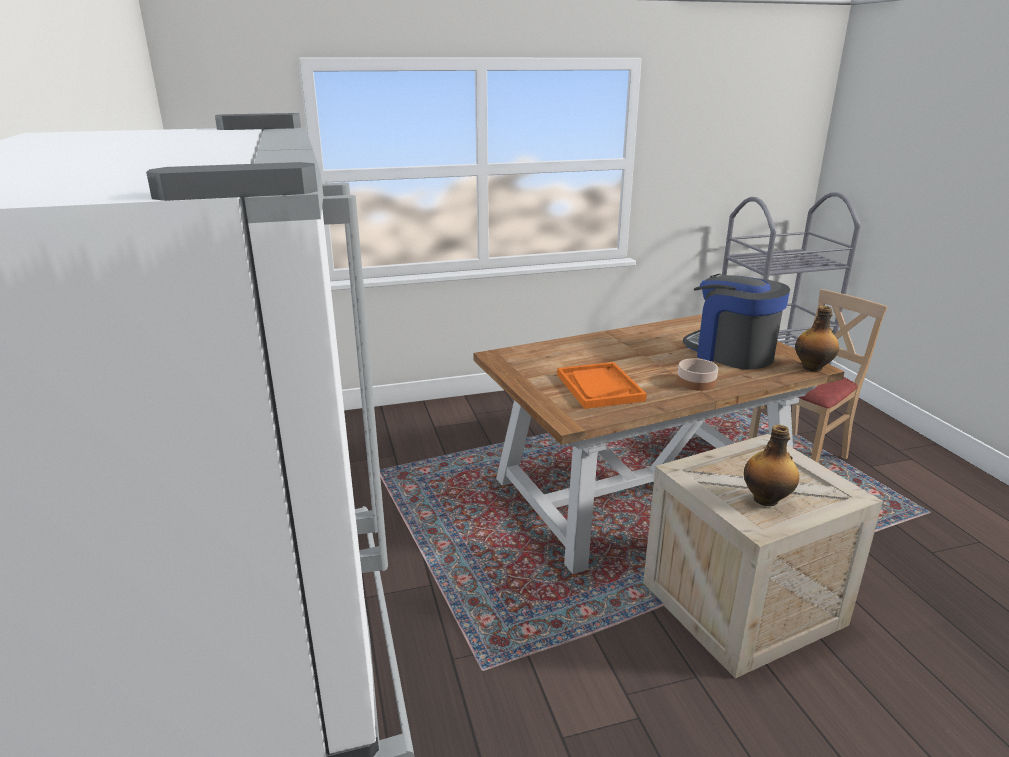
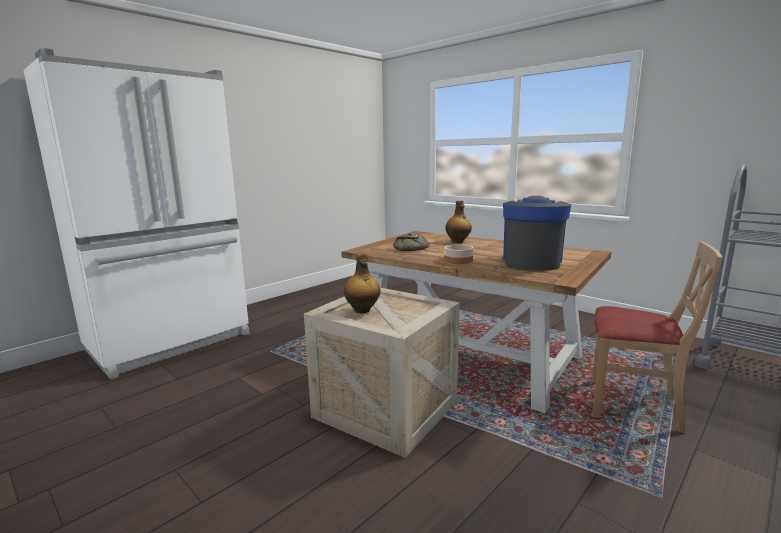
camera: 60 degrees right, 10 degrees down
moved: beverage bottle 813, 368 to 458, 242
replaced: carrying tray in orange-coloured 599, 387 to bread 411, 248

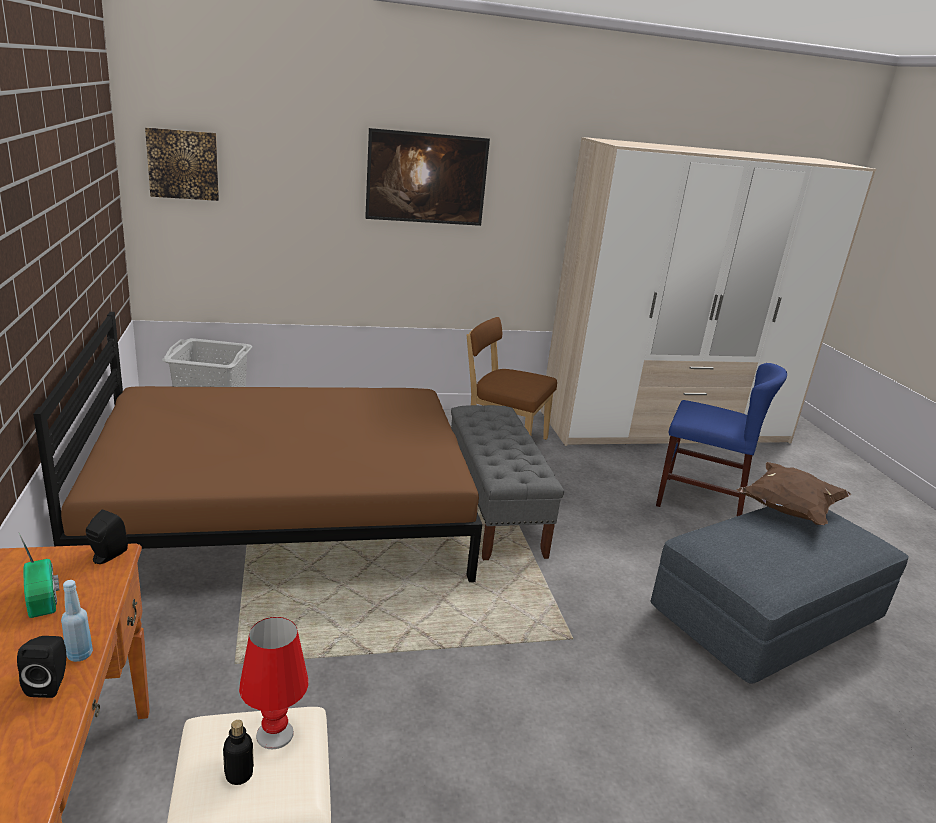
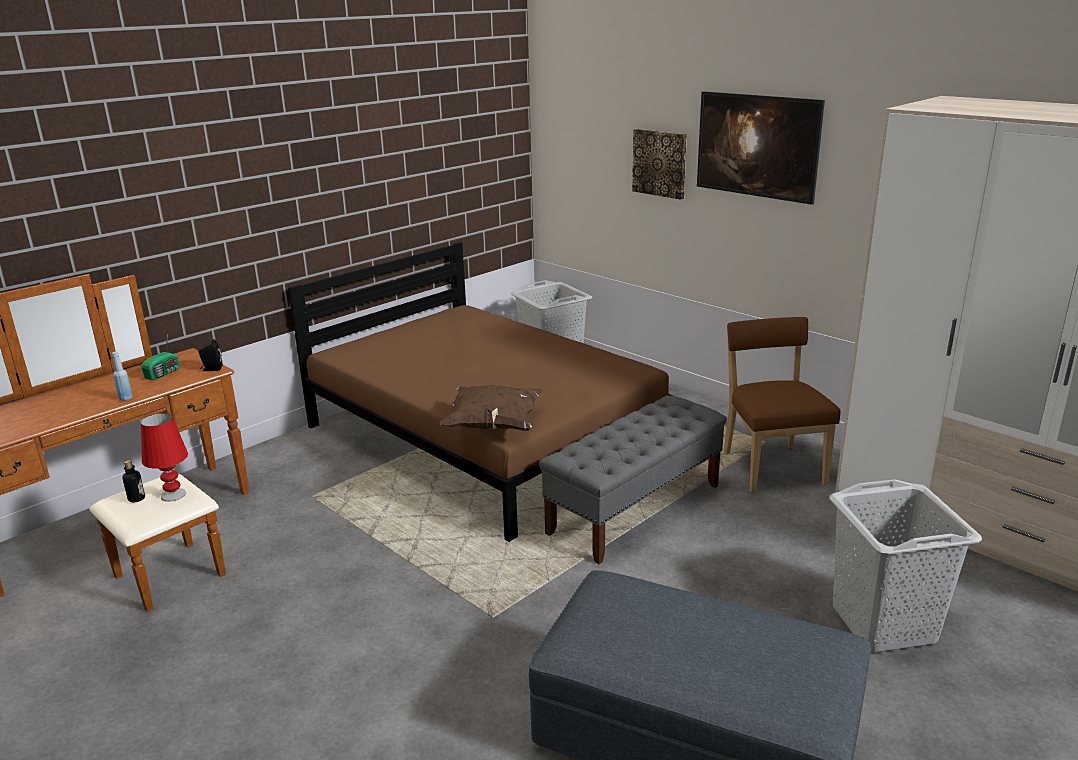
camera: 60 degrees right, 0 degrees up
removed: audio speaker in blackish 50, 683
moved: cushion in brown-coloured 788, 510 to 493, 425; picture 183, 164 to 660, 163
replaced: upright chair in blue-coloured 700, 502 to laundry basket in grey 883, 624

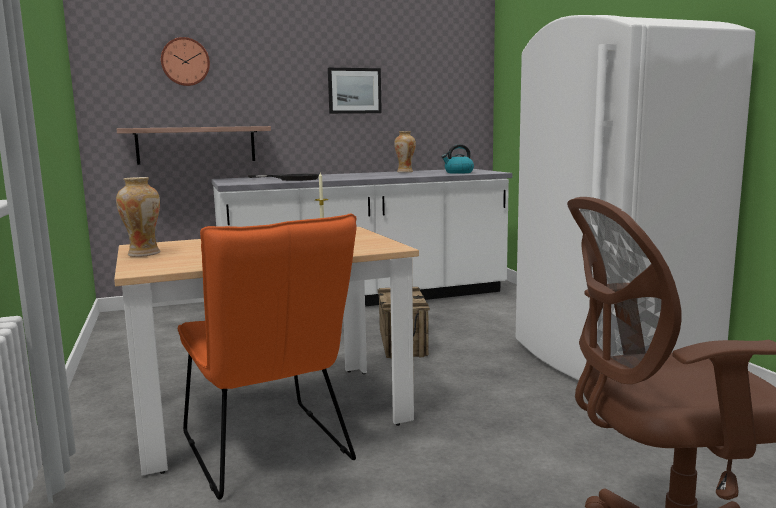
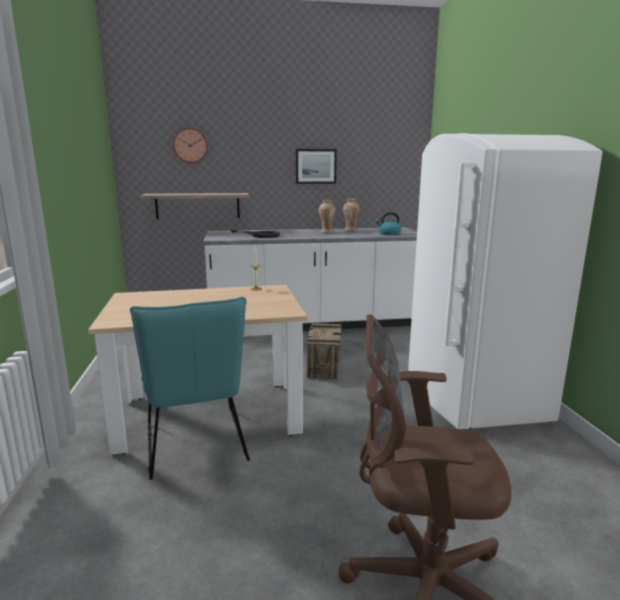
camera: 10 degrees right, 5 degrees up
moved: decorative vase 143, 254 to 326, 232
recoloured: upright chair in orange-coloured 269, 453 to upright chair in turquoise 196, 447

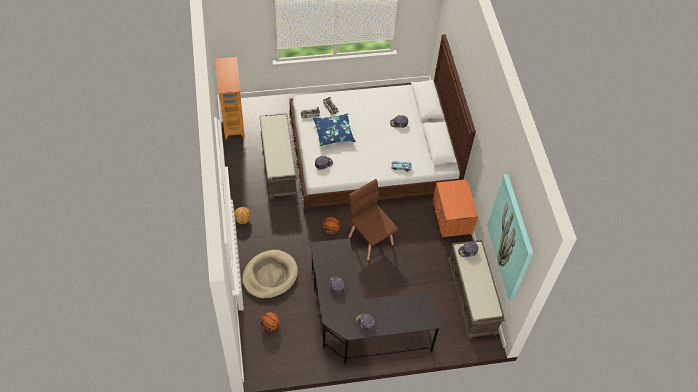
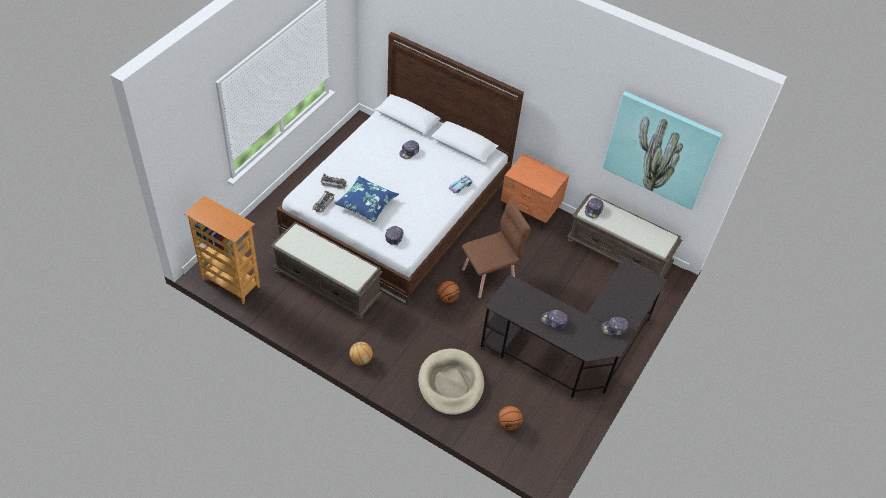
camera: 50 degrees left, 5 degrees down
turned: upright chair in brown-coloured 370, 239 = 489, 277 150 degrees clockwise

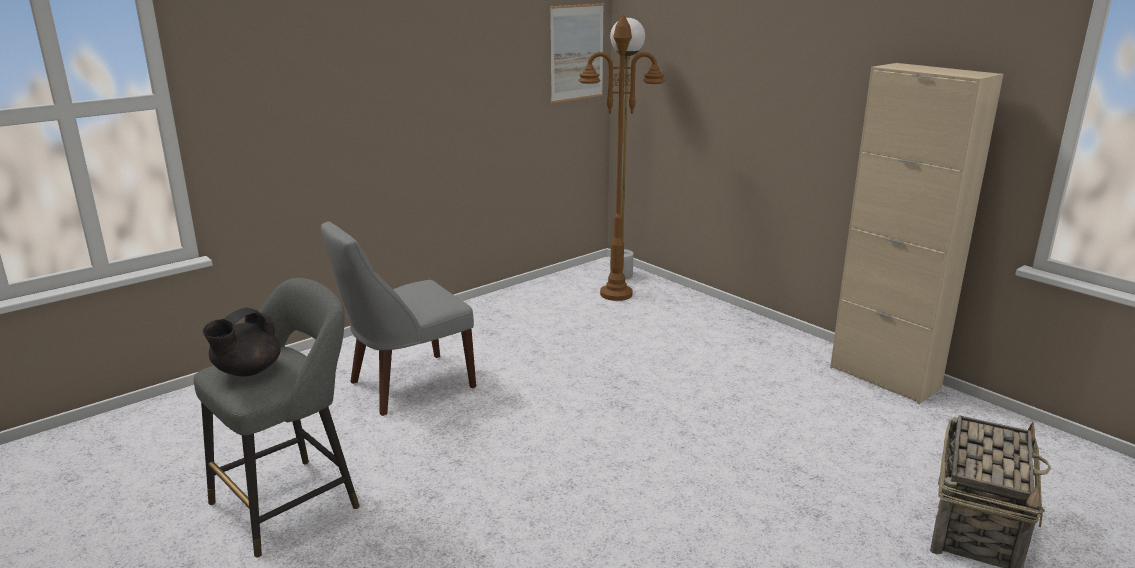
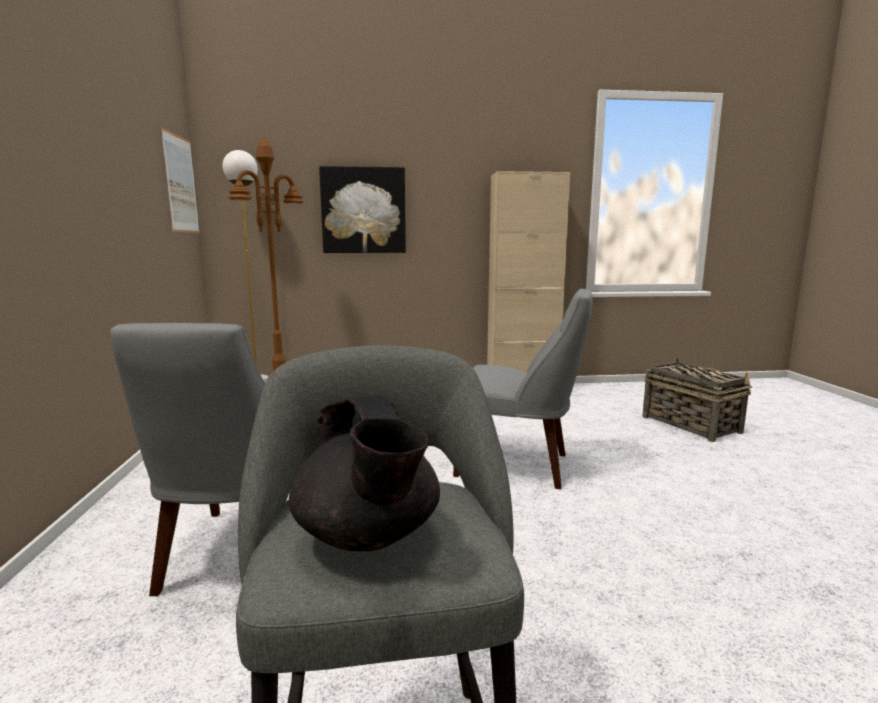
camera: 55 degrees left, 10 degrees down
added: picture 363, 210; upright chair in grey 518, 465

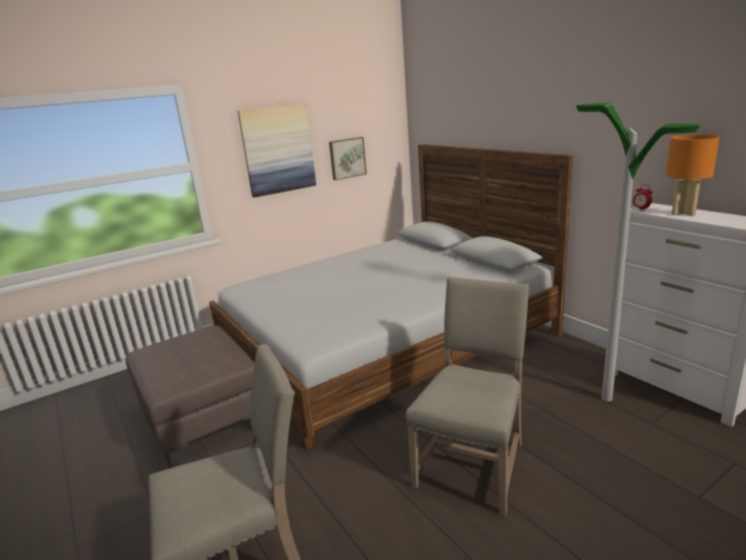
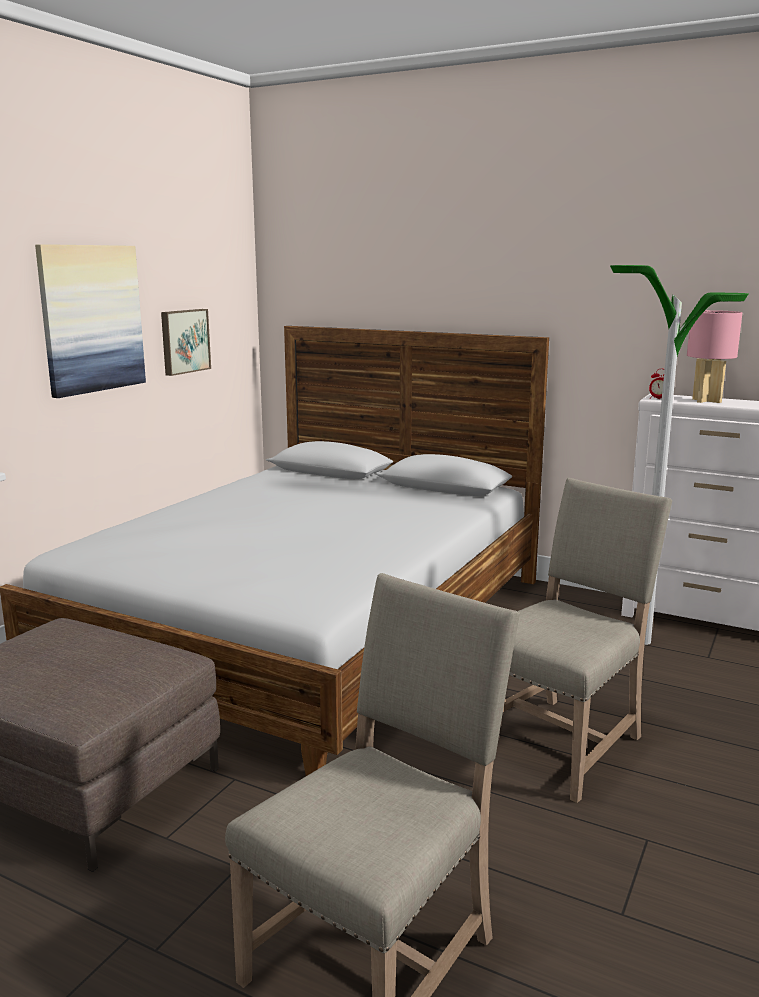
camera: 30 degrees left, 5 degrees down
recoloured: table lamp in orange-coloured 684, 213 to table lamp in pink-coloured 707, 401
turned: upright chair in beige 473, 463 = 561, 742 45 degrees clockwise

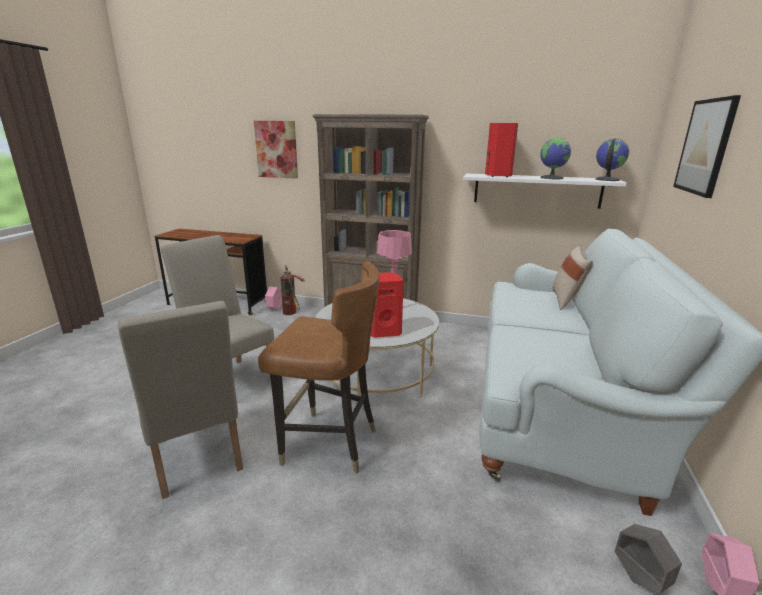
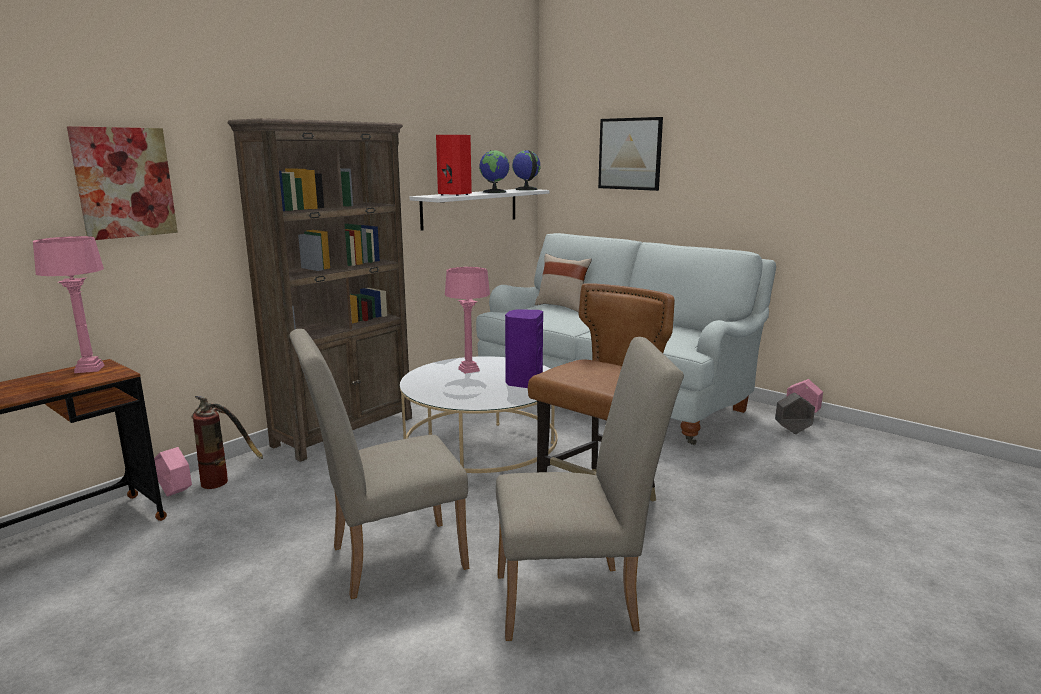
camera: 65 degrees left, 5 degrees down
added: table lamp in pink-coloured 89, 369
recoloured: audio speaker in red 384, 332 to audio speaker in purple 523, 382

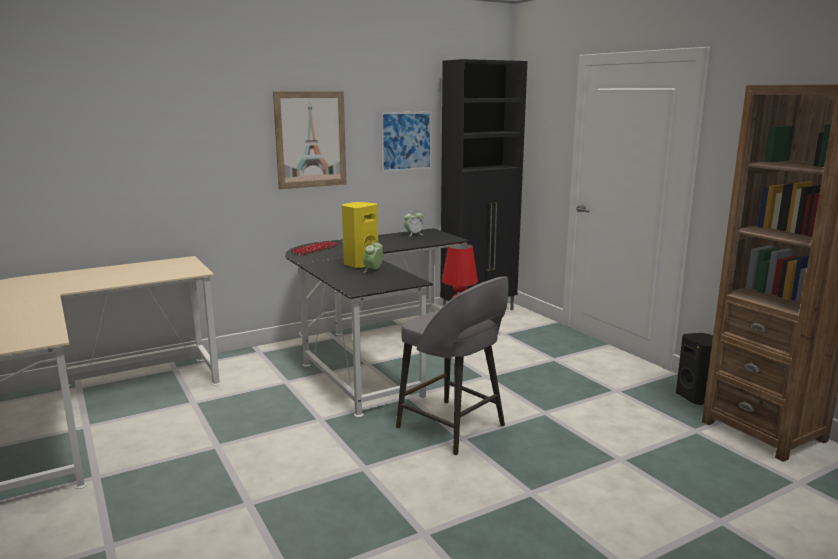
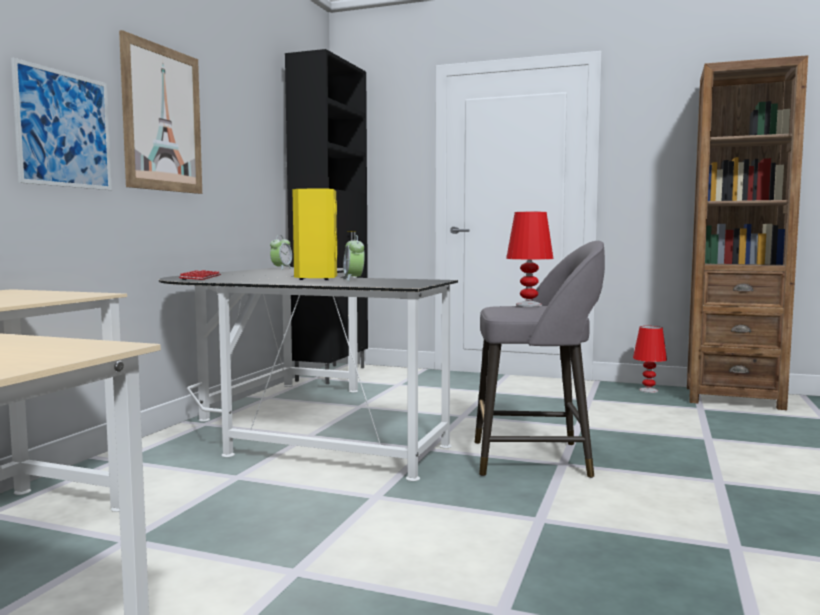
camera: 40 degrees left, 10 degrees down
moved: picture 406, 141 to 64, 129
replaced: audio speaker in blackish 696, 397 to table lamp in red 648, 390

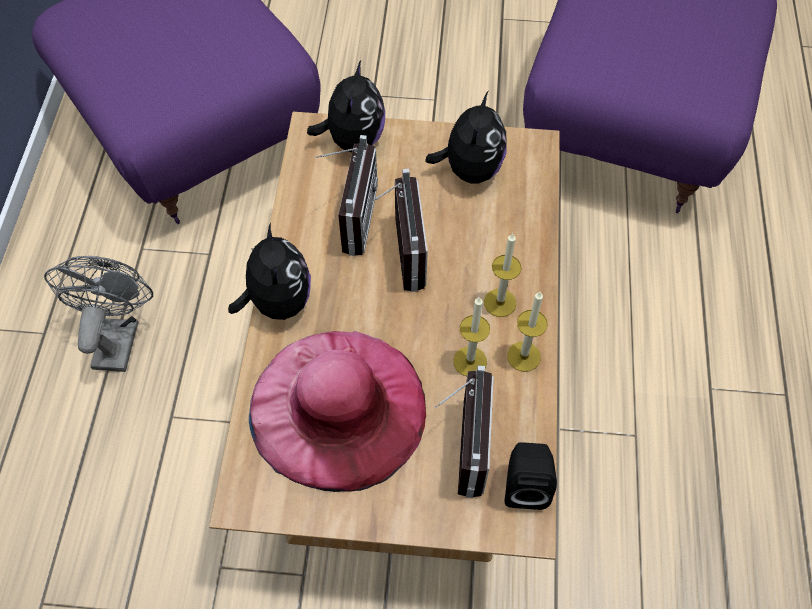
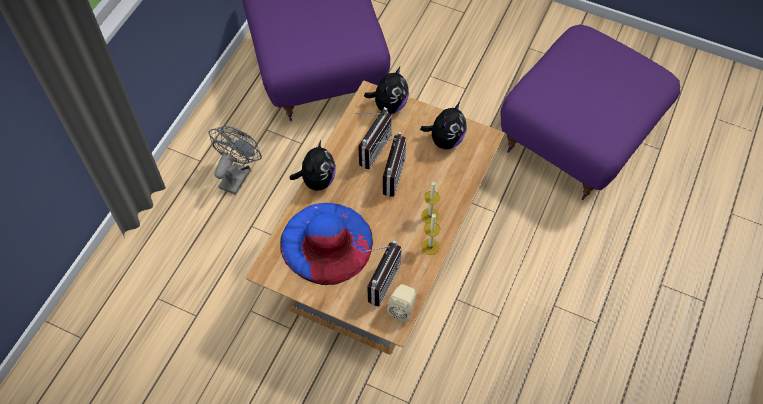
camera: 20 degrees right, 0 degrees up
removed: candle 470, 361
recoloured: clothing hat in pink-coloured 338, 408 to clothing hat in blue-coloured 326, 242; audio speaker in blackish 525, 485 to audio speaker in beige 403, 308

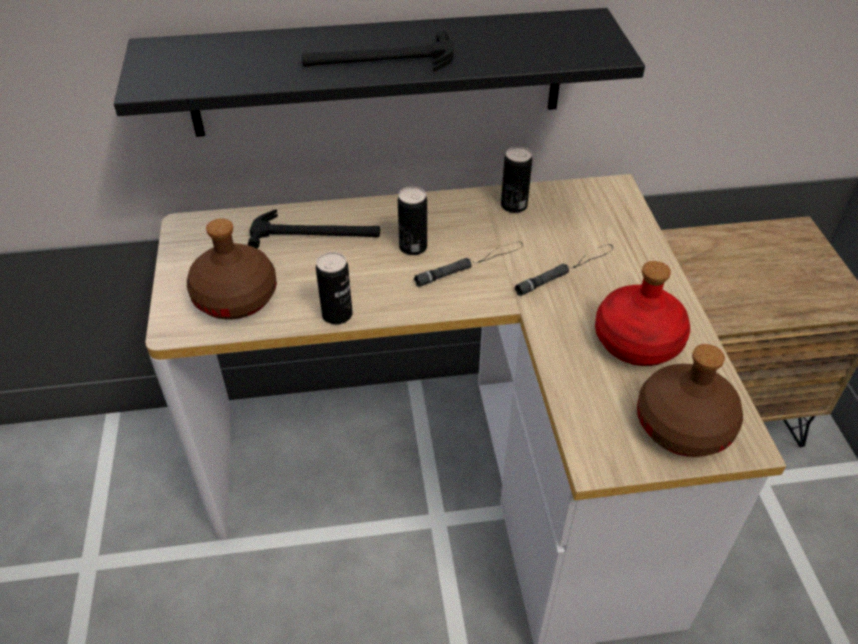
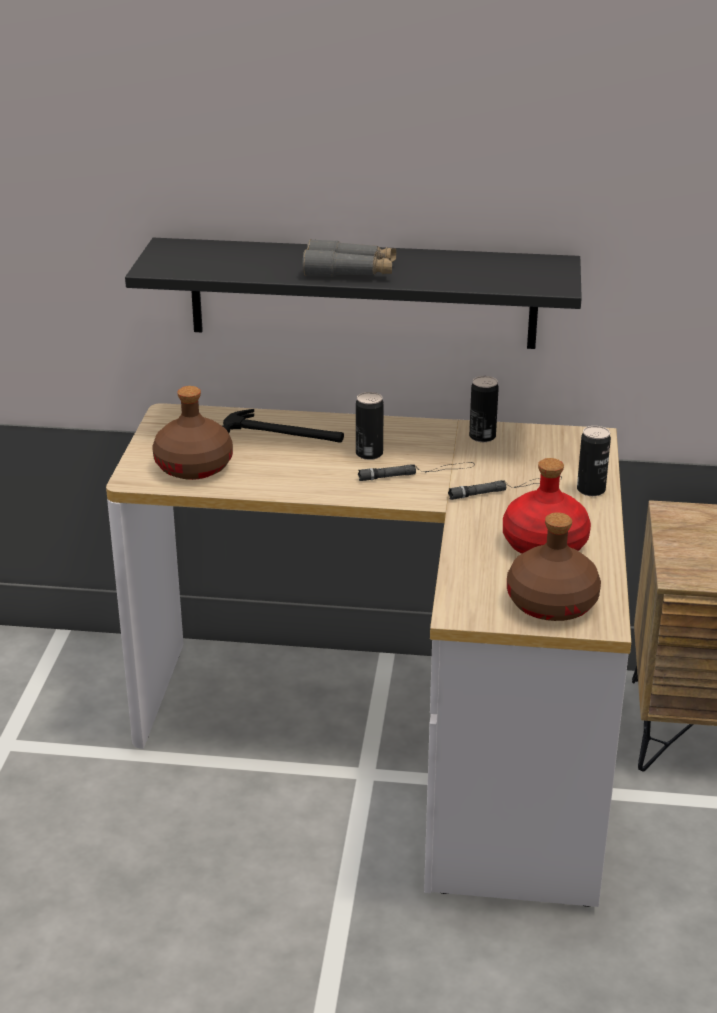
camera: 15 degrees right, 15 degrees down
moved: can 337, 315 to 591, 490
replaced: hand hammer 378, 61 to field glasses in grey 350, 271

